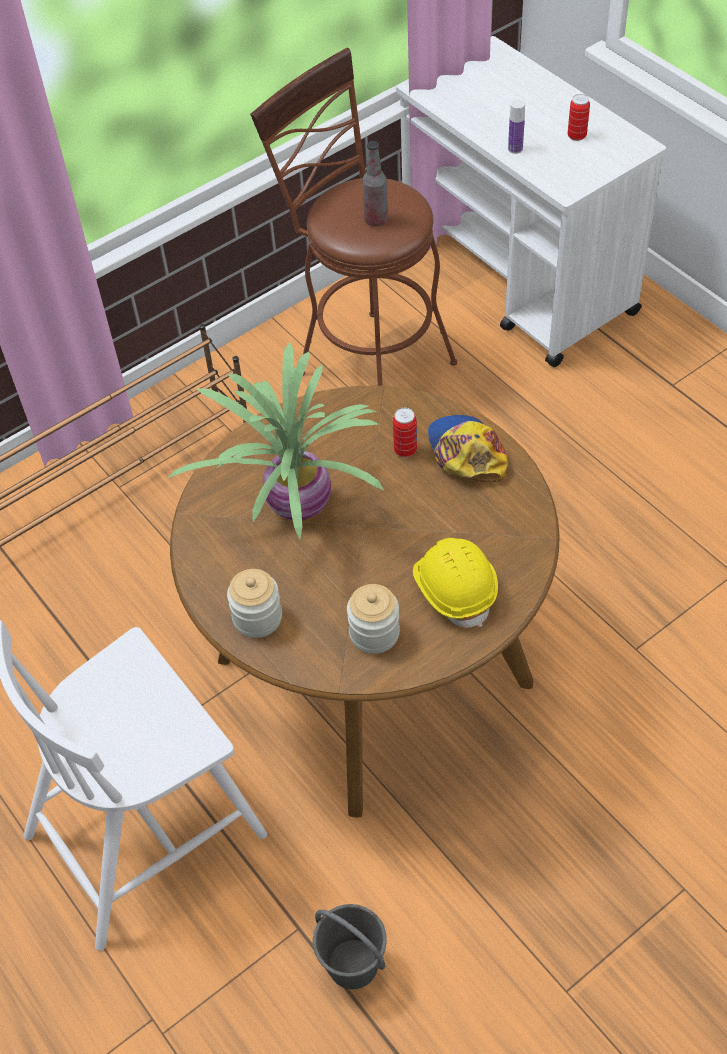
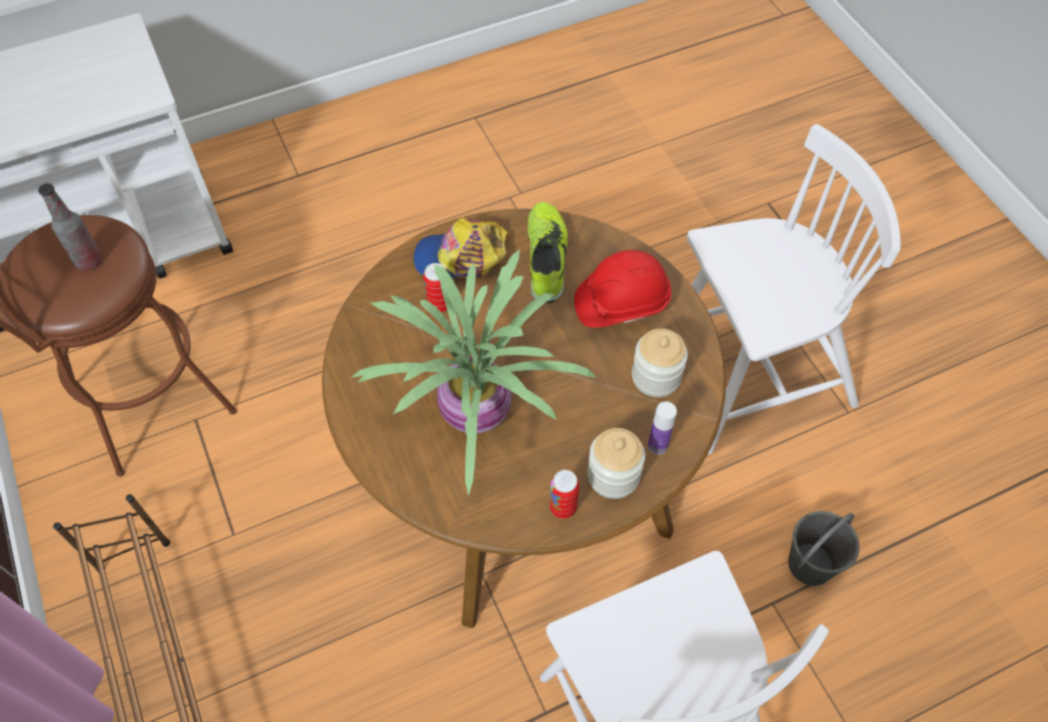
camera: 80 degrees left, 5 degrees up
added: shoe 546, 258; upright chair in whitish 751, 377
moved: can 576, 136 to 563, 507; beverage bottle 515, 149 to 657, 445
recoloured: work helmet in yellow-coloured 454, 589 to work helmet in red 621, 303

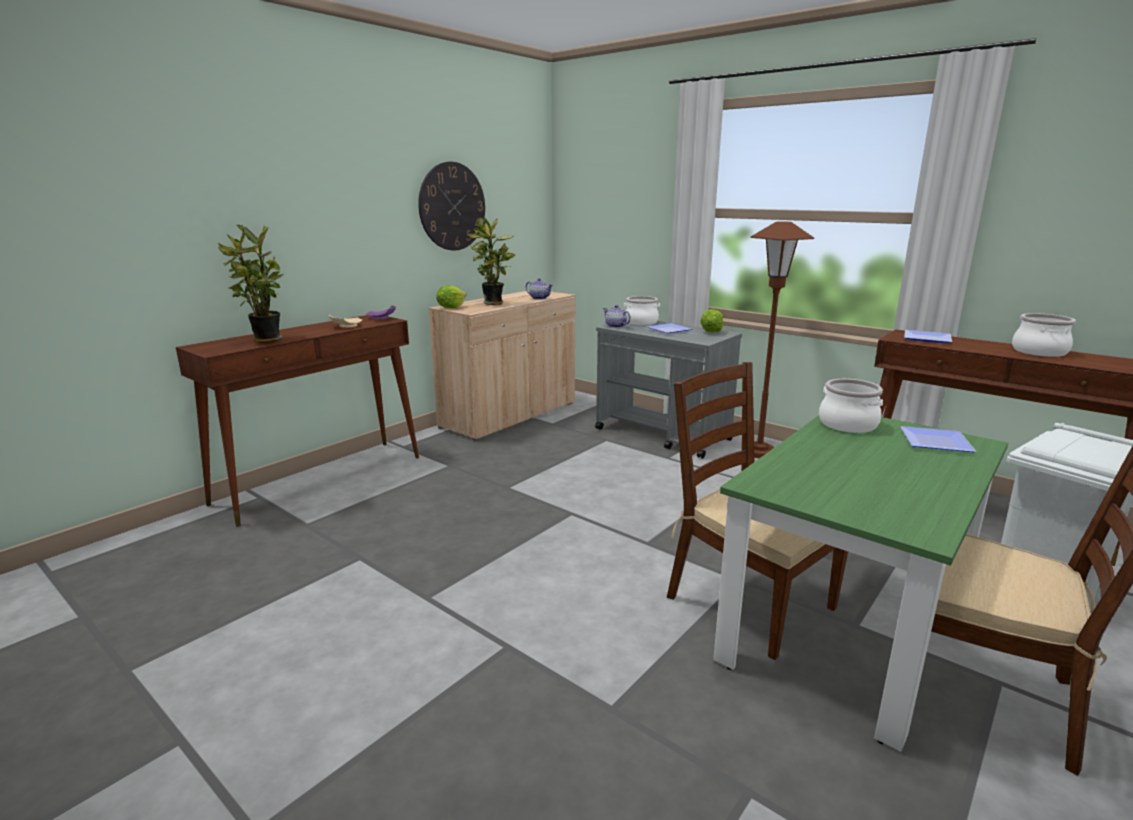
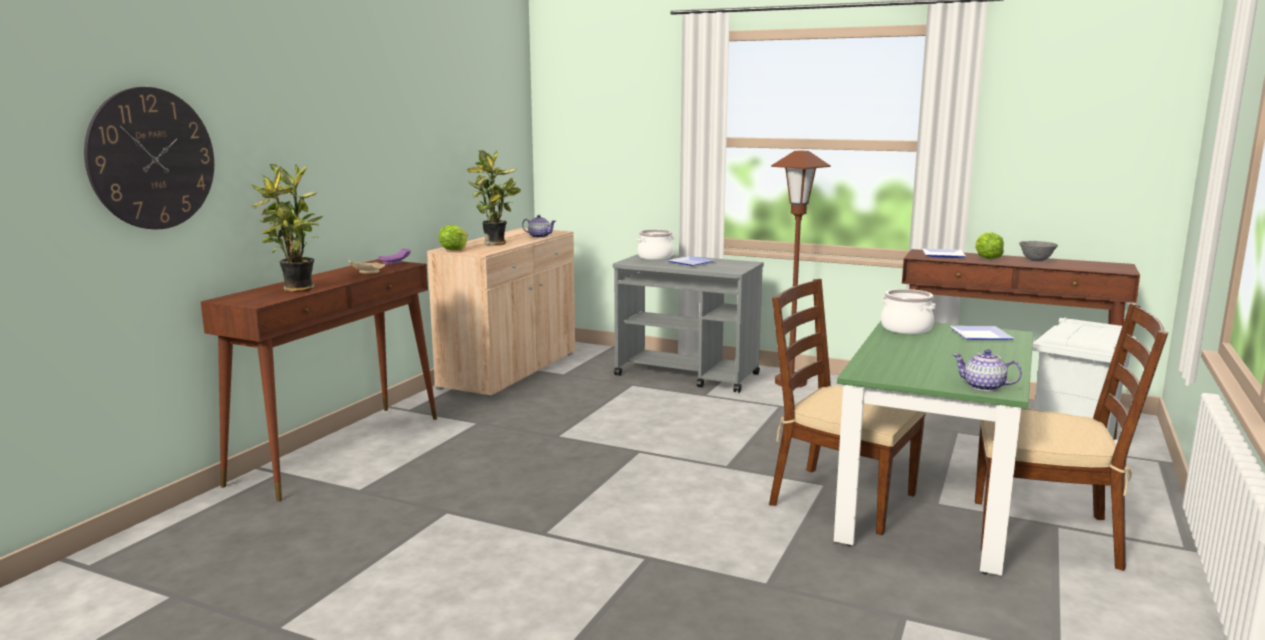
camera: 15 degrees left, 5 degrees down
moved: hanging clock 452, 206 to 152, 159; pot for tea 616, 326 to 984, 387; lettuce 711, 332 to 986, 259
replaced: stockpot 1039, 352 to deep dish in grey 1036, 260

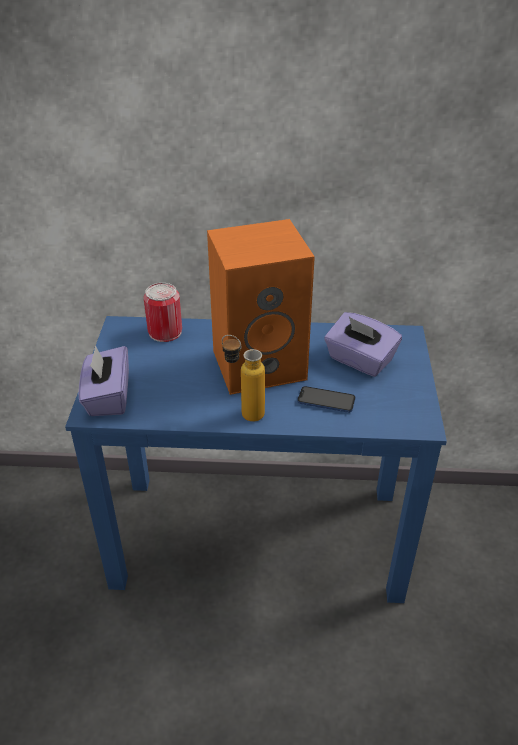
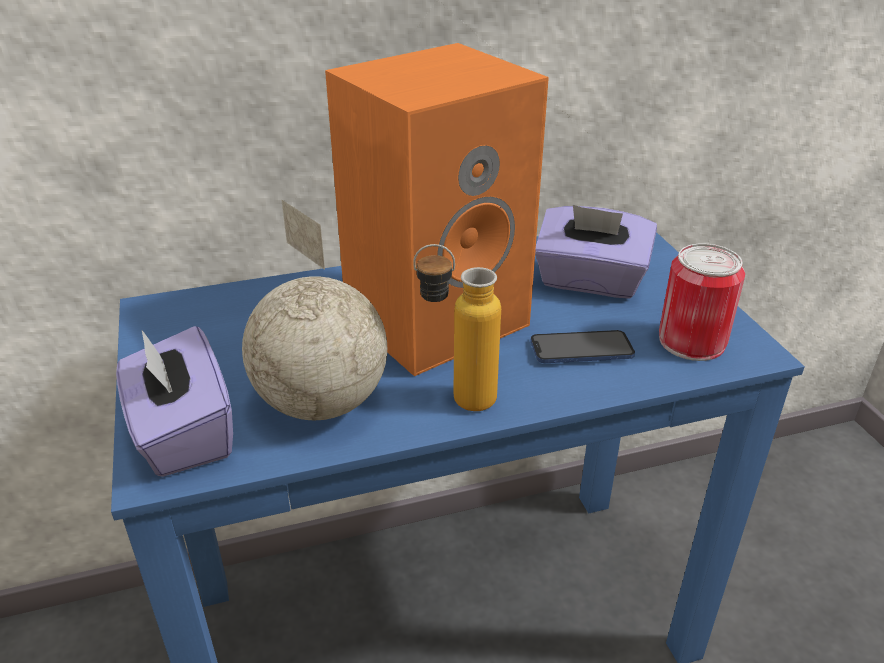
camera: 20 degrees left, 5 degrees down
added: world globe 322, 402
moved: can 165, 332 to 692, 341

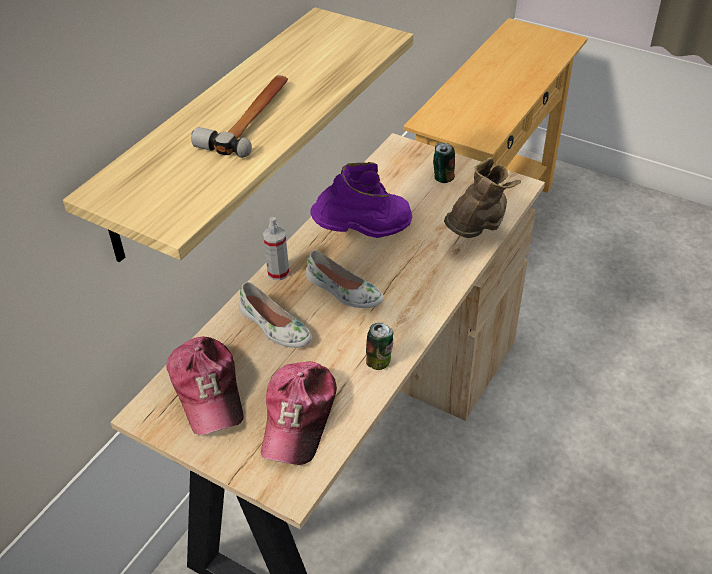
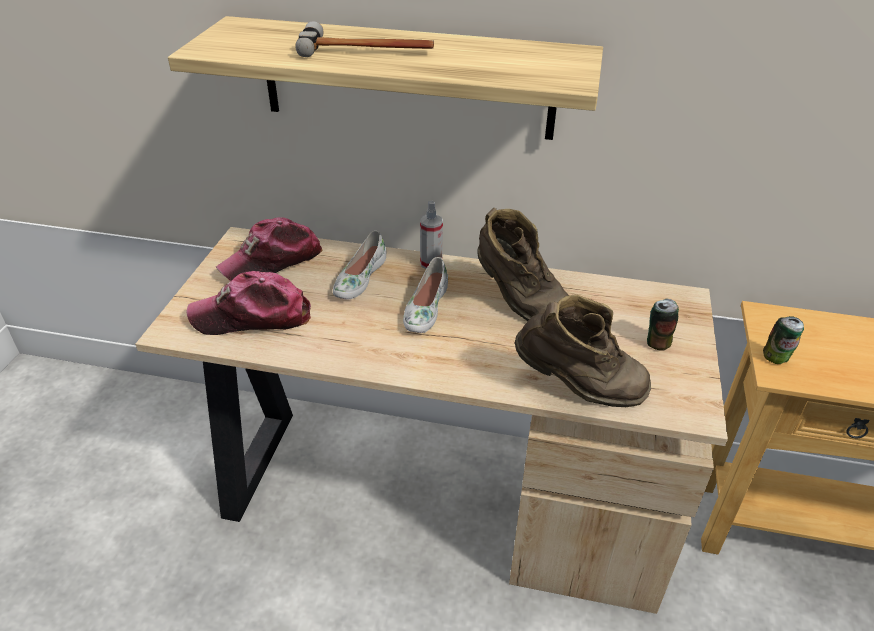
camera: 70 degrees right, 5 degrees down
moved: can 379, 361 to 776, 358
recoloured: boot in purple 364, 233 to boot in brown-coloured 519, 303

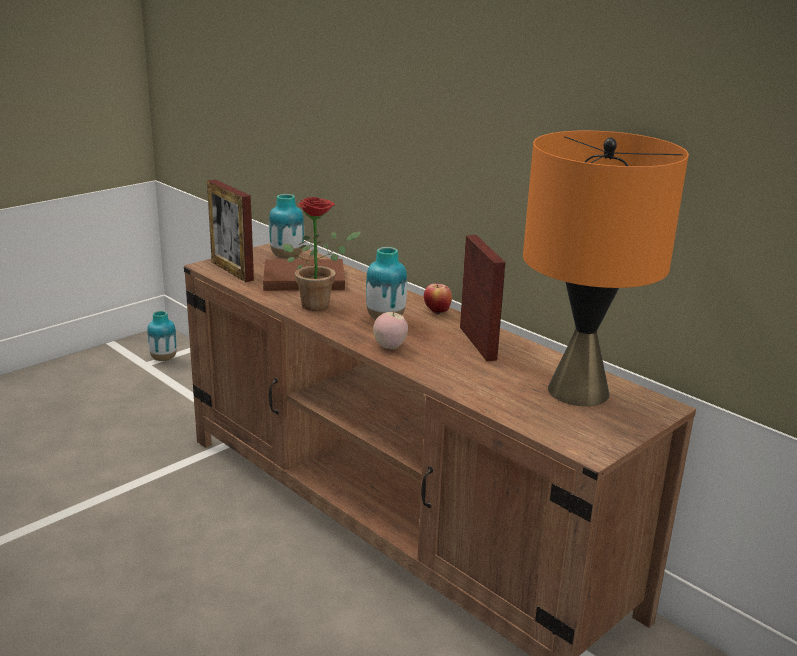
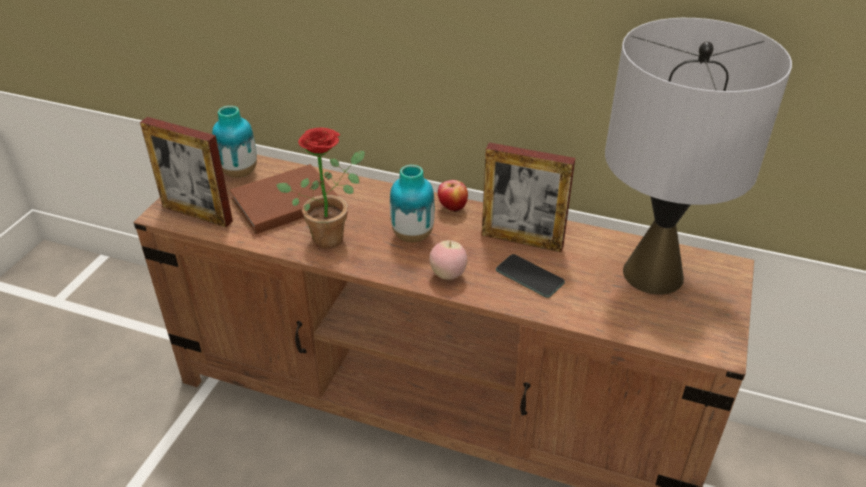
camera: 25 degrees left, 15 degrees up
removed: decorative vase 163, 359
added: handset 529, 276
recoloured: table lamp in orange-coloured 579, 391 to table lamp in grey 653, 273
turned: standing frame 477, 343 = 522, 240 150 degrees clockwise

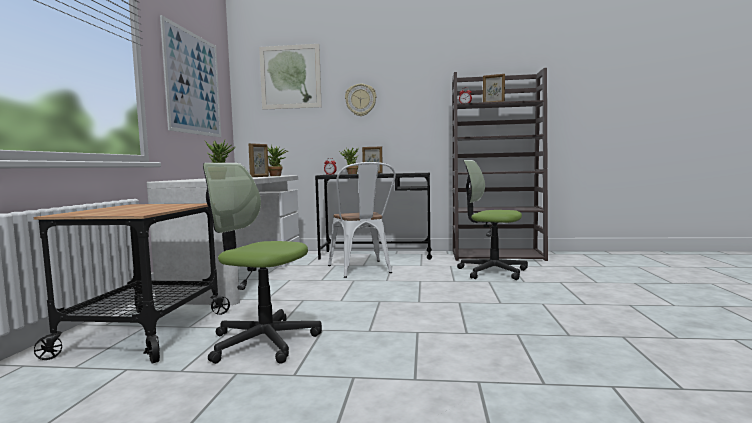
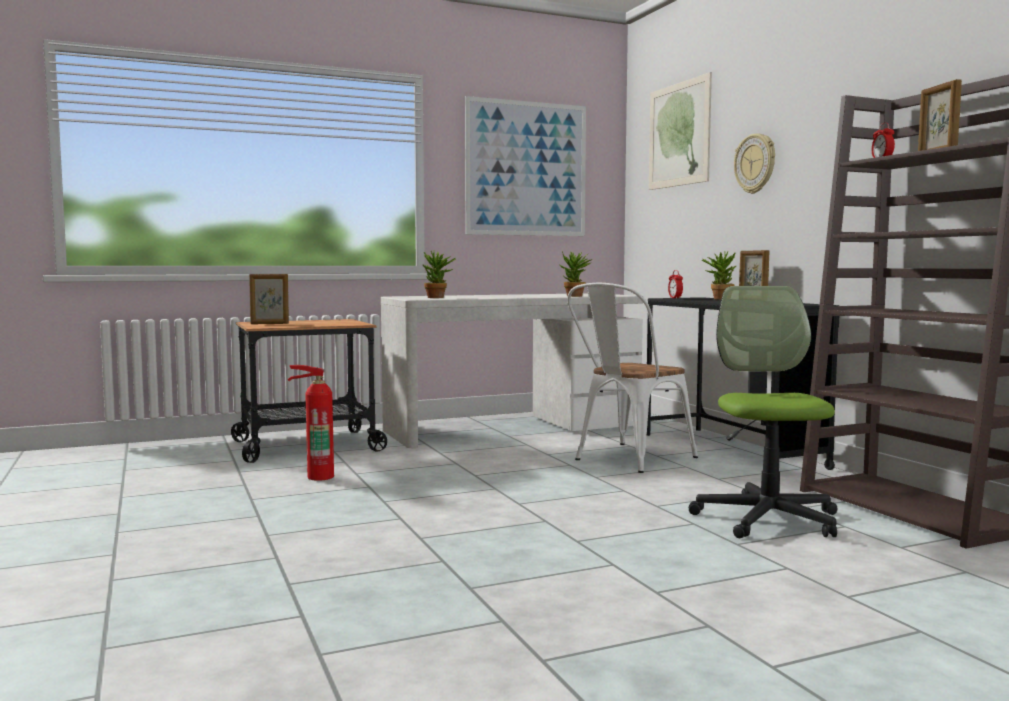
camera: 60 degrees right, 0 degrees up
moved: standing frame 260, 177 to 269, 323
replaced: desk chair 263, 341 to fire-fighting cylinder 318, 476

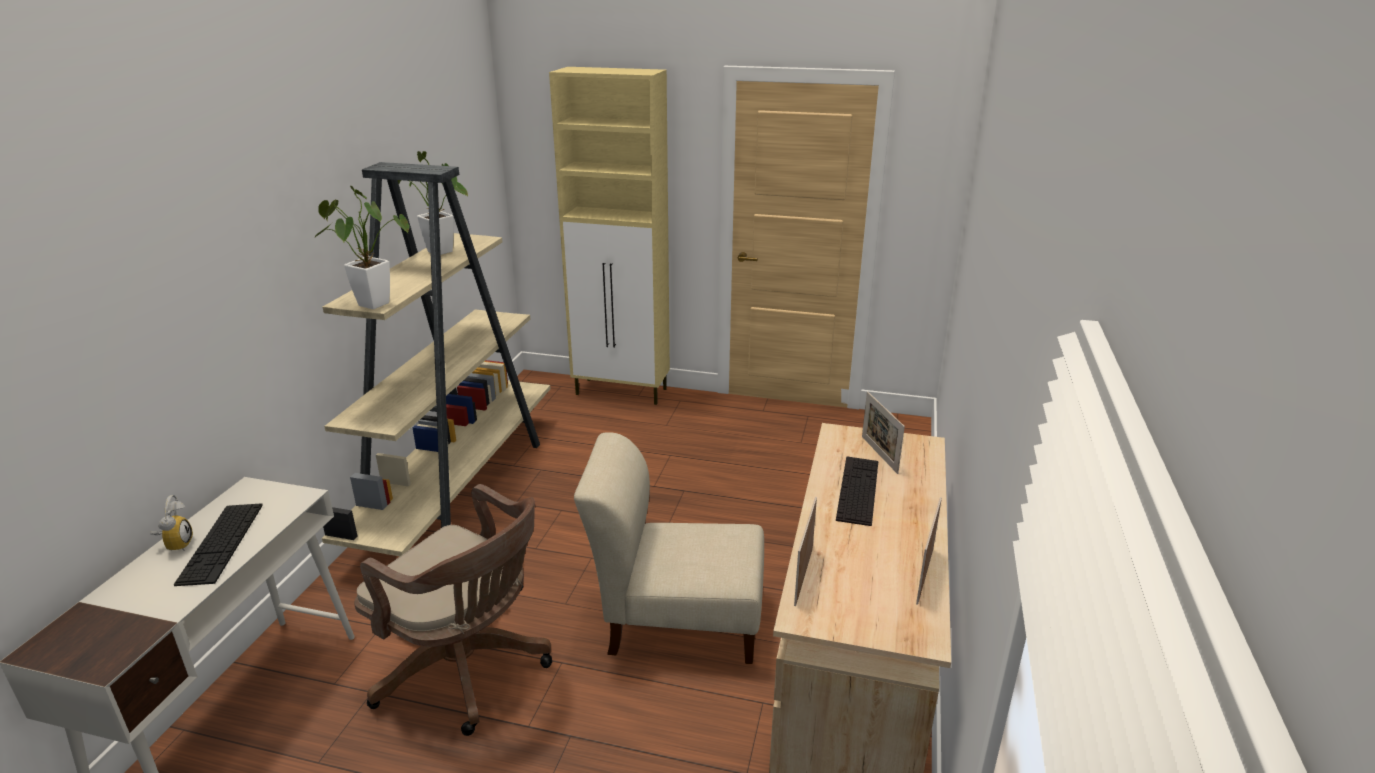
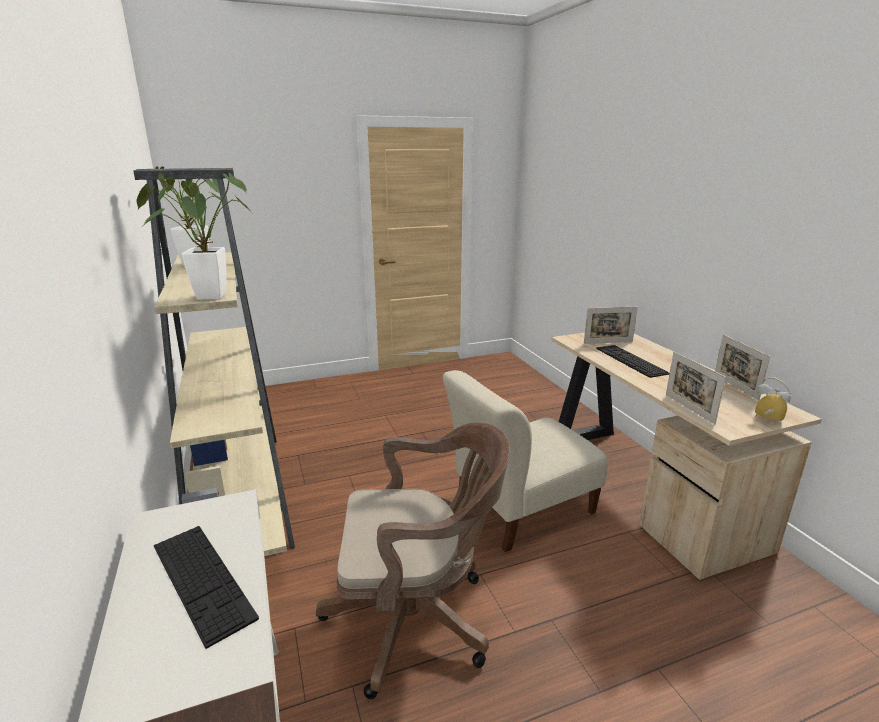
camera: 35 degrees left, 5 degrees down
removed: cupboard in beige 622, 392
moved: alarm clock 176, 544 to 765, 420
turned: standing frame 879, 454 = 608, 342 45 degrees counterclockwise

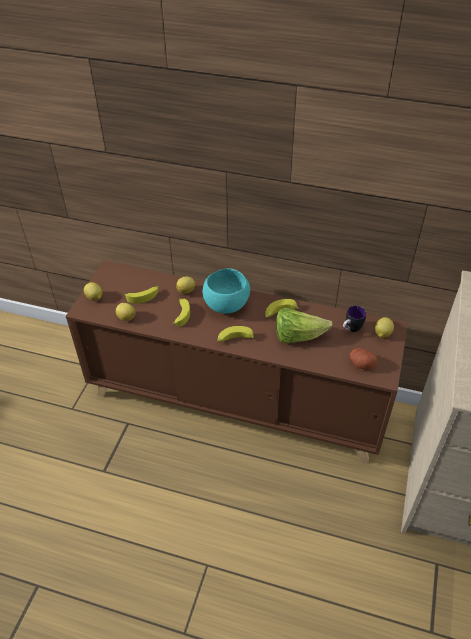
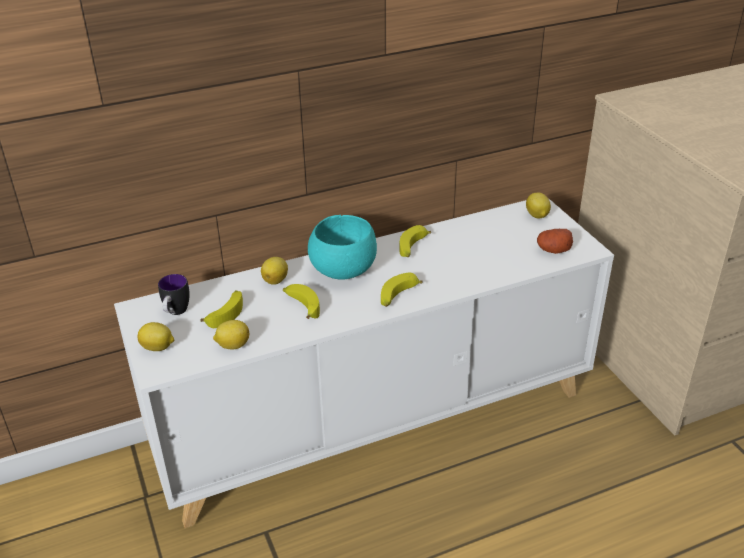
camera: 40 degrees left, 10 degrees down
removed: lettuce 298, 336
moved: coffee mug 351, 329 to 175, 313
recoloured: cupboard in brown-coloured 237, 401 to cupboard in whitish 375, 421

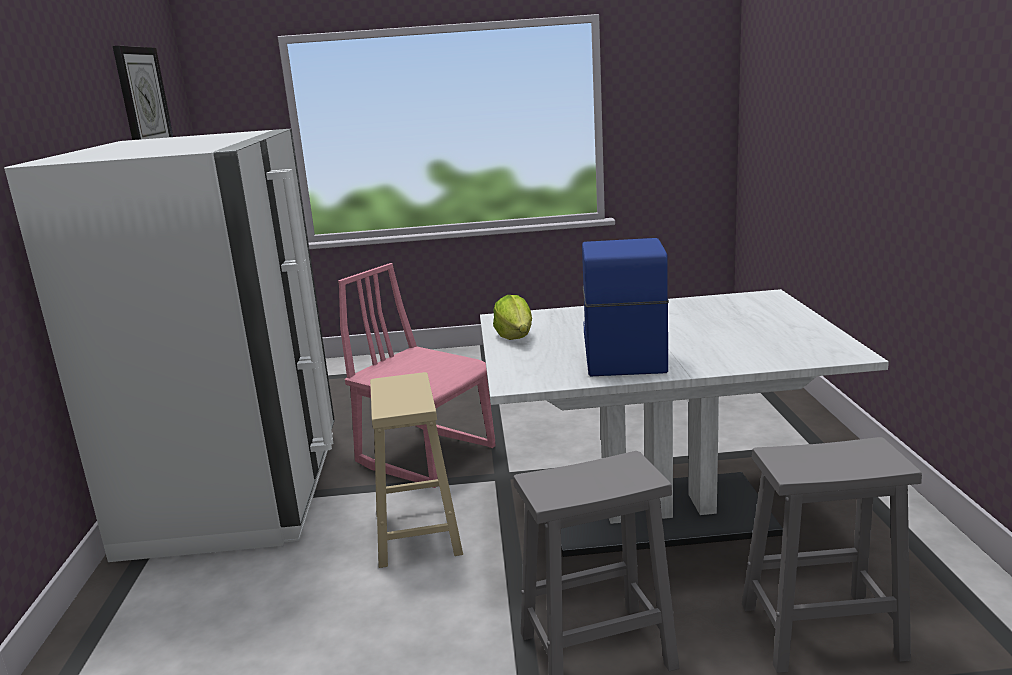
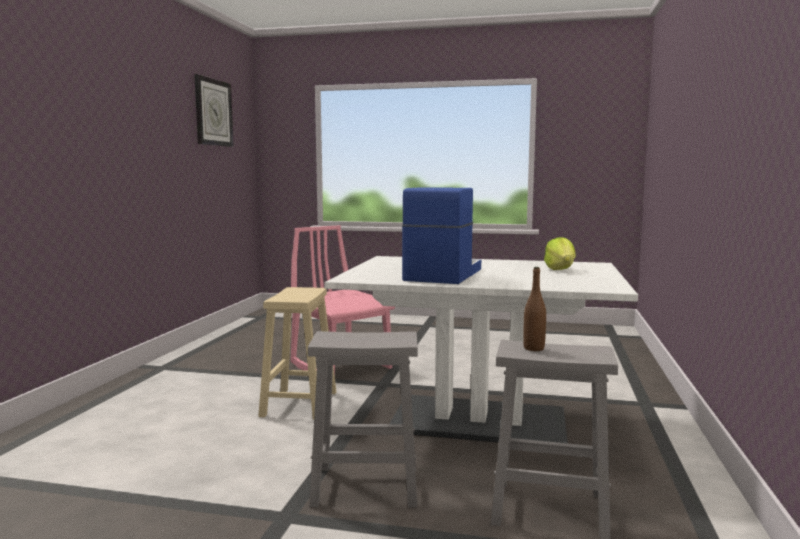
camera: 15 degrees right, 10 degrees down
removed: kitchen fridge in whitish 239, 490
added: beverage bottle in brown-coloured 533, 348
moved: lettuce 515, 337 to 560, 269

